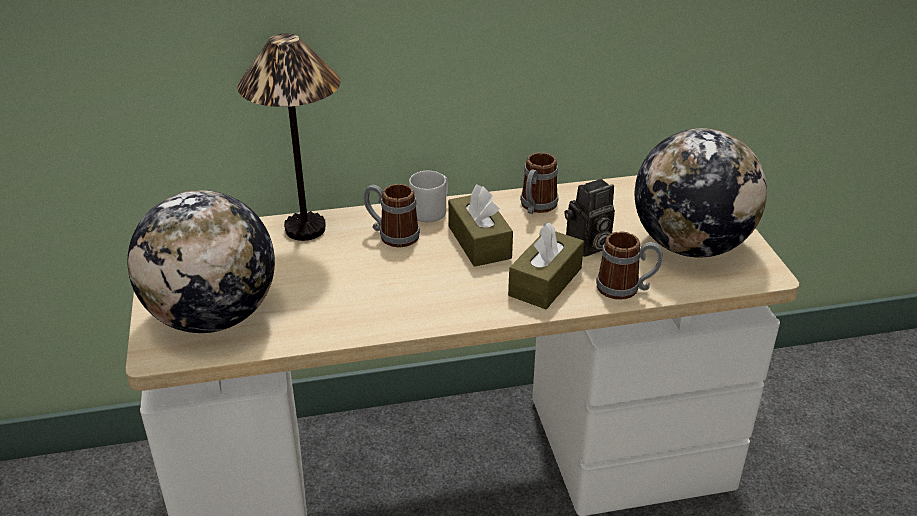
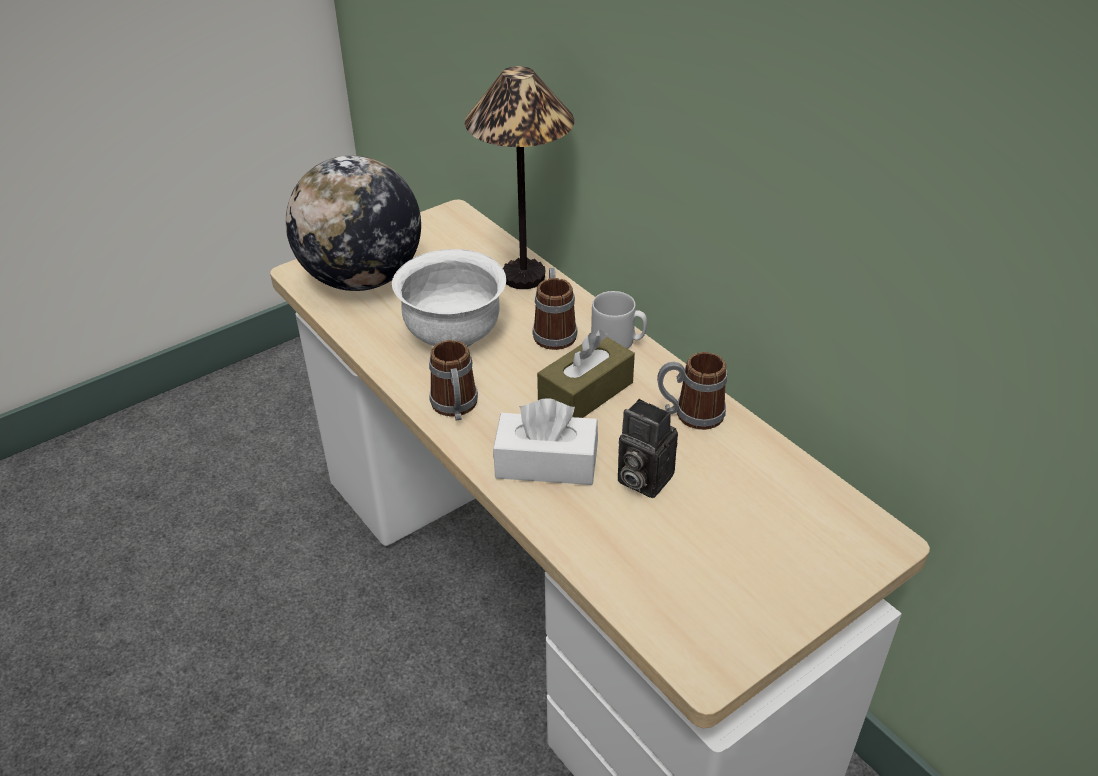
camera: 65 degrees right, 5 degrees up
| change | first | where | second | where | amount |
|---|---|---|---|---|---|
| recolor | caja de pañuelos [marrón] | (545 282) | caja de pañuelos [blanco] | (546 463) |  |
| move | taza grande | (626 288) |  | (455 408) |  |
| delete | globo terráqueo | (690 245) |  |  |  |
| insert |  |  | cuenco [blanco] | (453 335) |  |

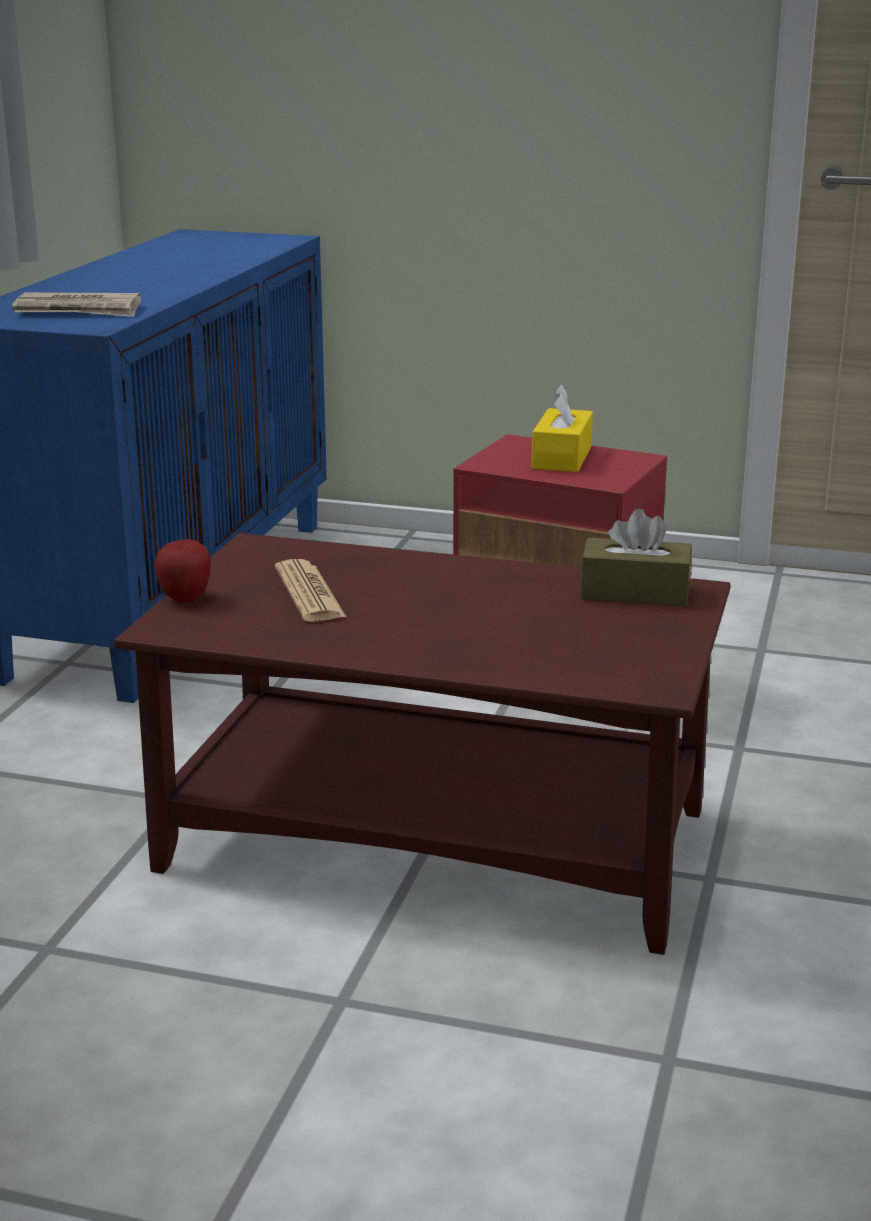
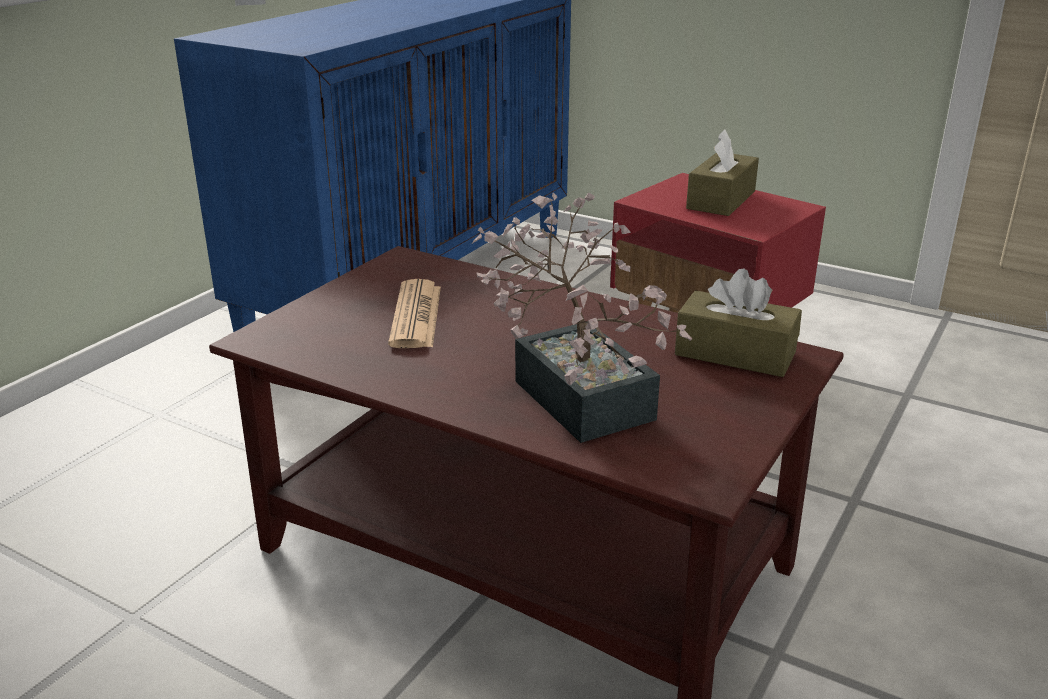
camera: 15 degrees right, 5 degrees up
| change | first | where | second | where | amount |
|---|---|---|---|---|---|
| delete | periódico | (79 311) |  |  |  |
| delete | manzana | (185 599) |  |  |  |
| recolor | caja de pañuelos [amarillo] | (562 457) | caja de pañuelos [marrón] | (721 200) |  |
| insert |  |  | planta en maceta | (575 391) |  |

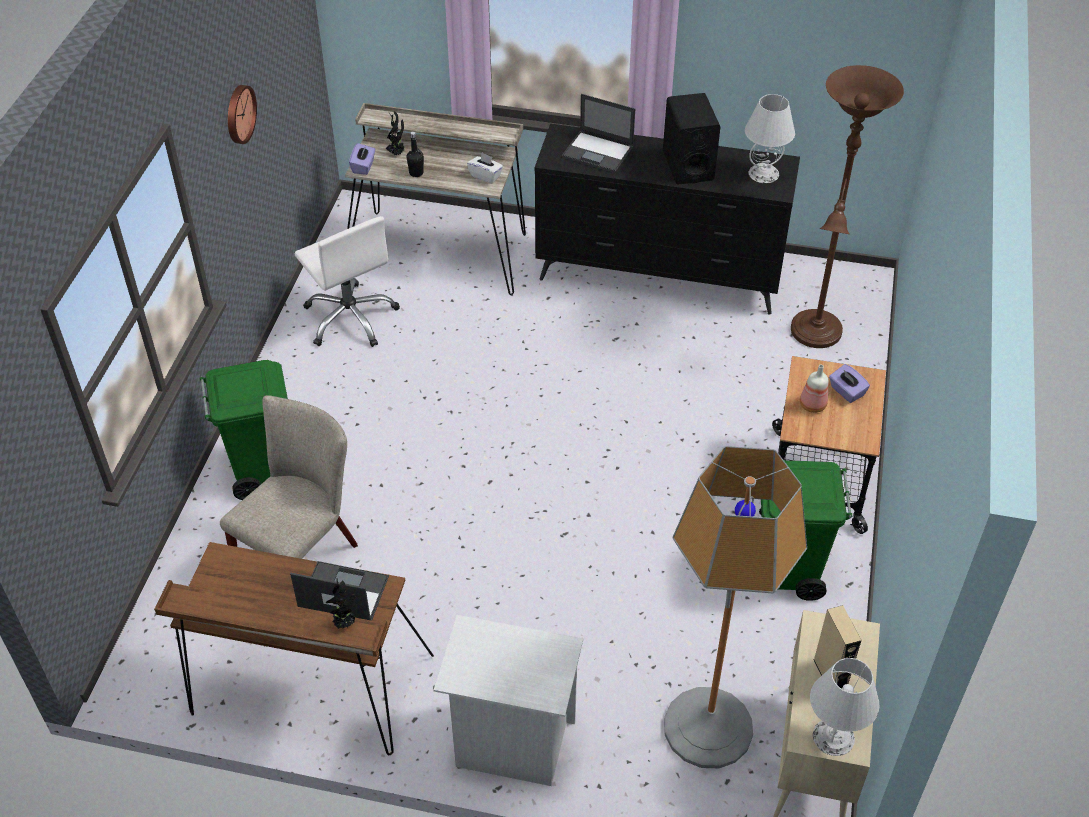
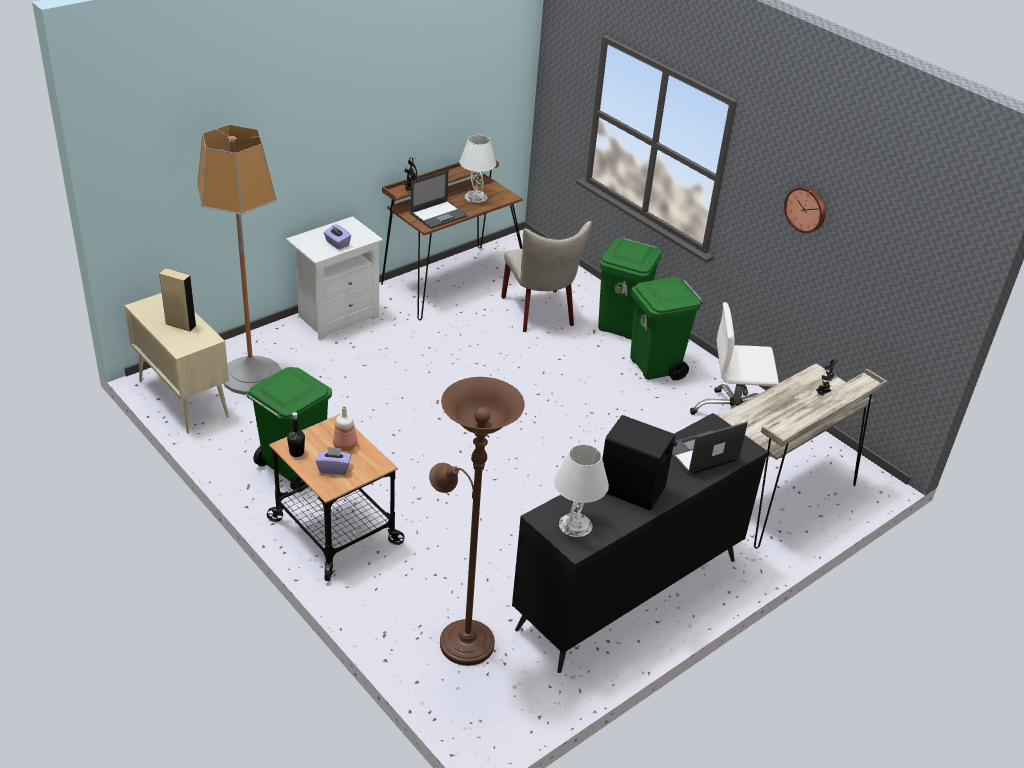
camera: 125 degrees right, 10 degrees down
| change | first | where | second | where | amount |
|---|---|---|---|---|---|
| move | caja de pañuelos [morado] | (363 166) |  | (337 243) |  |
| move | botella [negro] | (416 173) |  | (296 452) |  |
| delete | caja de pañuelos [blanco] | (485 176) |  |  |  |
| move | lámpara de mesa [blanco] | (833 736) |  | (476 197) |  |
| insert |  |  | papelera [verde] | (655 367) |  |

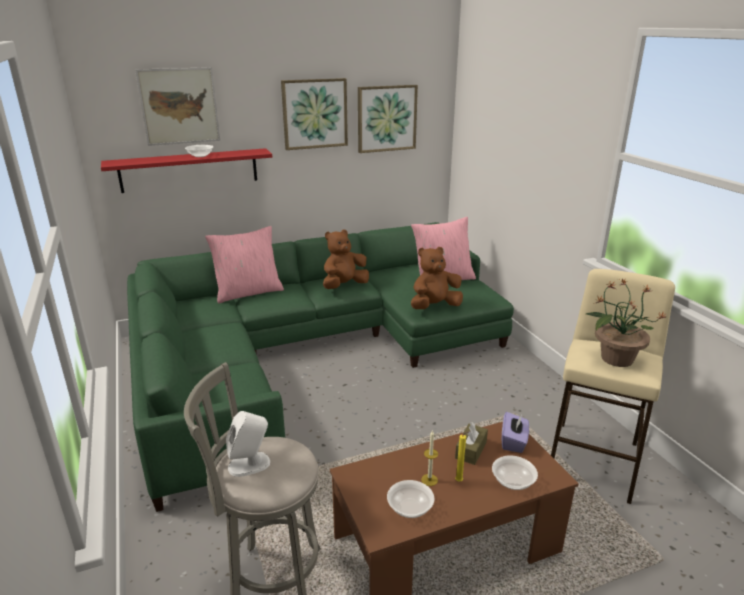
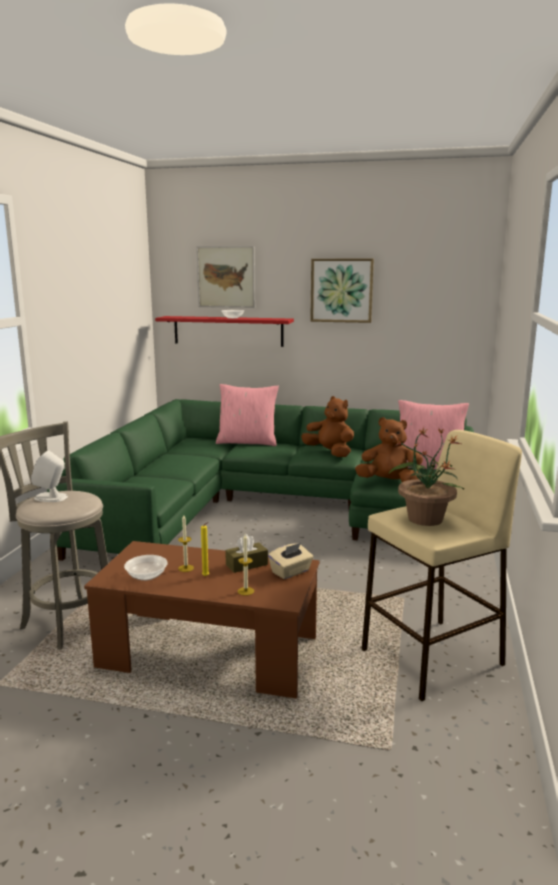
camera: 35 degrees right, 10 degrees down
| change | first | where | second | where | amount |
|---|---|---|---|---|---|
| rotate | peluche [marrón] | (344 285) |  | (330 453) | 45 degrees clockwise |
| delete | cuadro | (386 118) |  |  |  |
| replace | cuenco | (513 481) | vela | (245 591) |  |
| recolor | caja de pañuelos [morado] | (513 442) | caja de pañuelos [beis] | (291 572) |  |

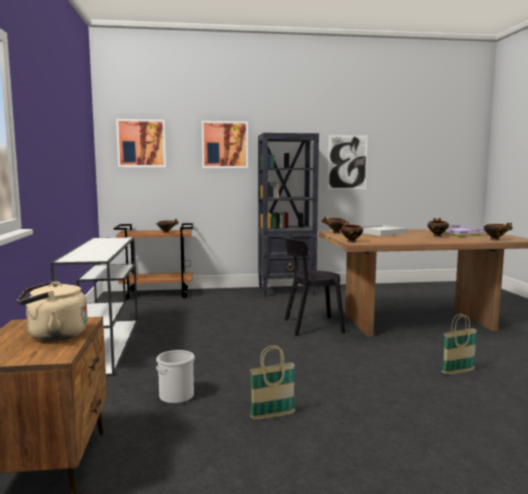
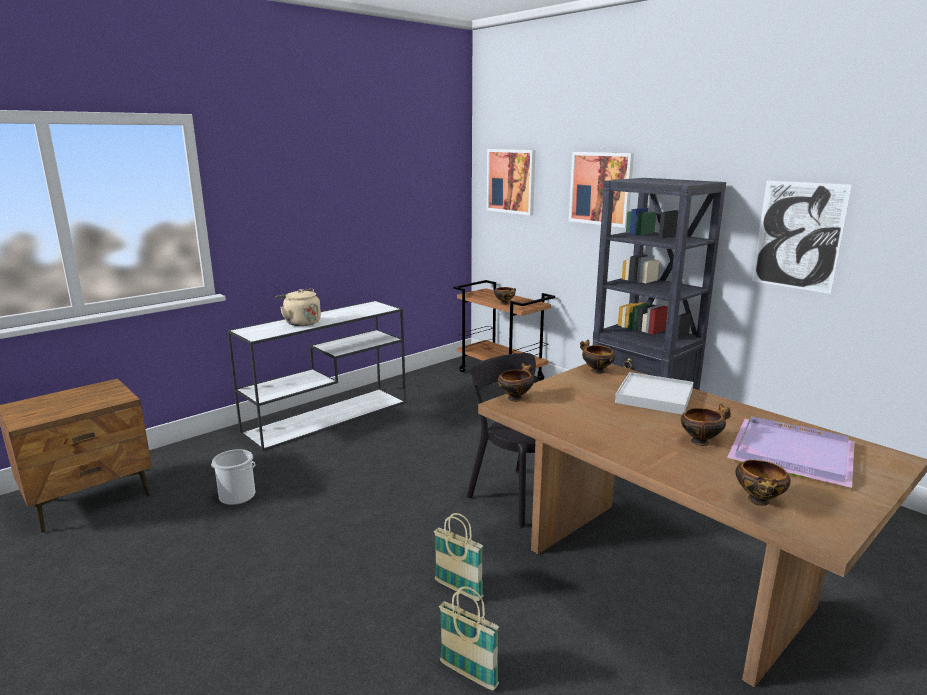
camera: 55 degrees right, 10 degrees up
| change | first | where | second | where | amount |
|---|---|---|---|---|---|
| move | hervidor [beis] | (54 336) |  | (301 322) |  |
| move | cesta | (272 415) |  | (458 589) |  |

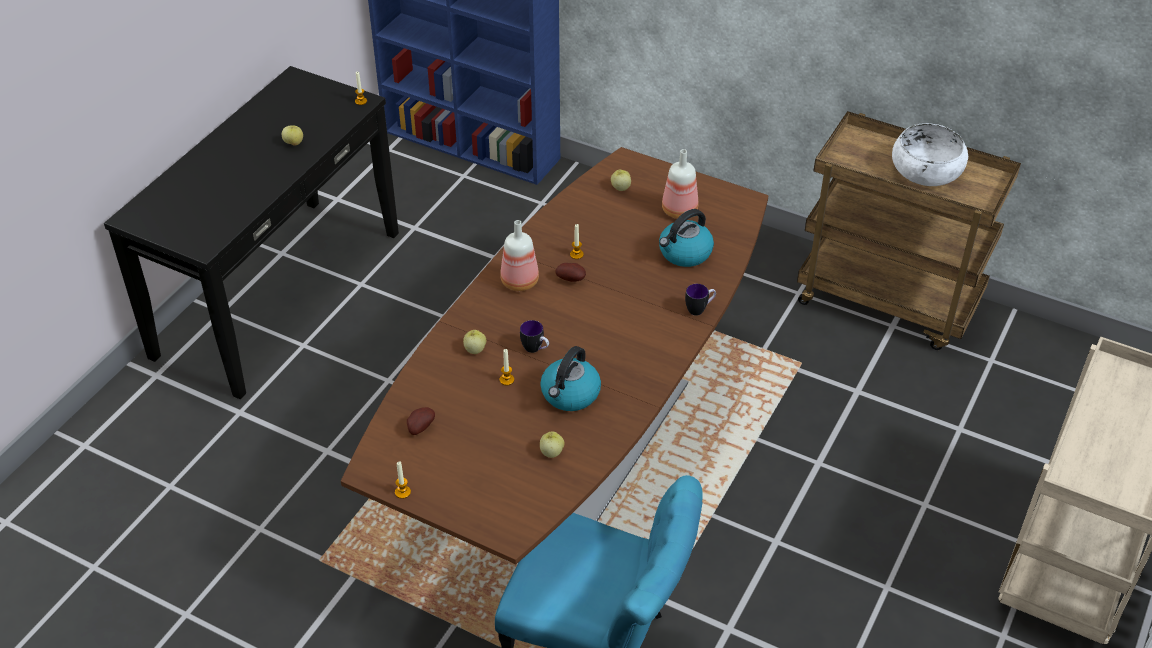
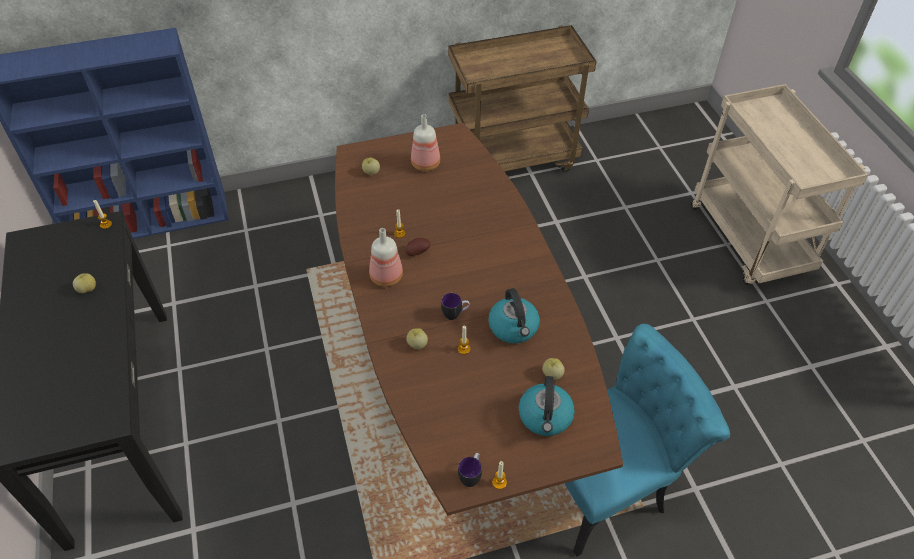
camera: 45 degrees left, 5 degrees up
| change | first | where | second | where | amount |
|---|---|---|---|---|---|
| delete | patata | (419 427) |  |  |  |
| move | hervidor | (684 253) |  | (545 417) |  |
| move | taza grande | (699 309) |  | (471 476) |  |
| delete | cuenco [blanco] | (926 170) |  |  |  |

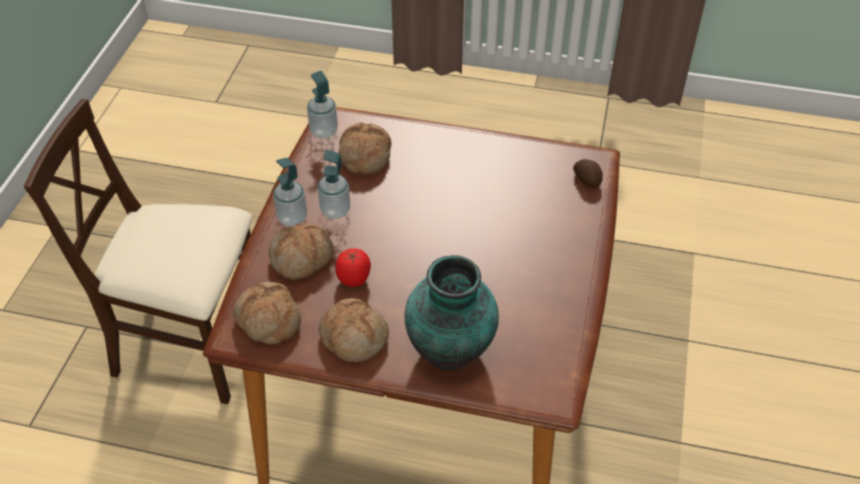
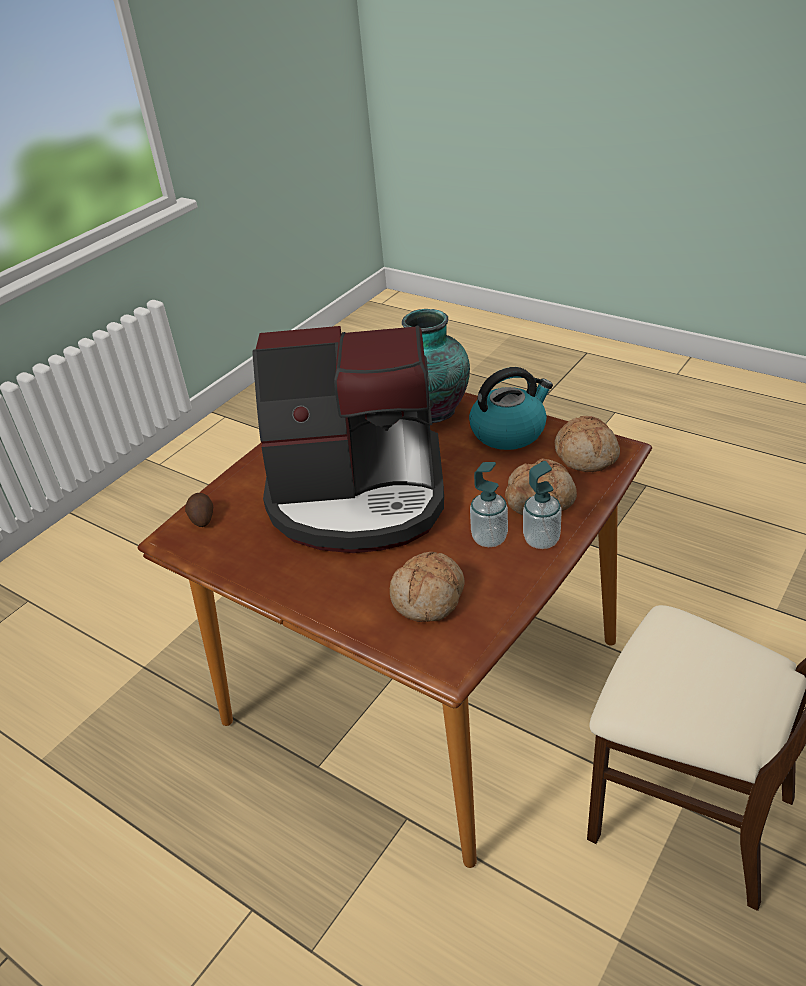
camera: 155 degrees left, 10 degrees down
| change | first | where | second | where | amount |
|---|---|---|---|---|---|
| delete | dispensador de jabón | (324 131) |  |  |  |
| replace | pan | (355 337) | hervidor | (509 432) |  |
| delete | tomate | (354 279) |  |  |  |
| insert |  |  | cafetera | (358 496) |  |

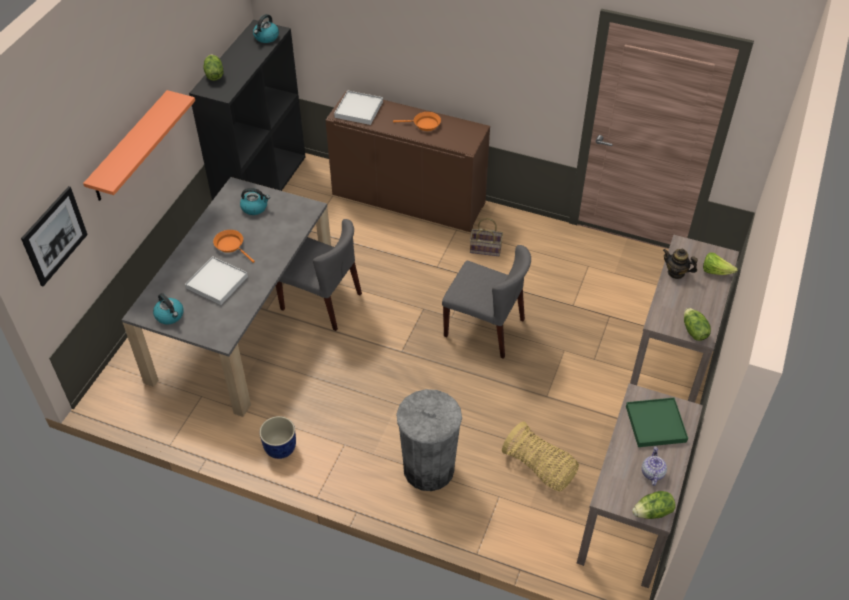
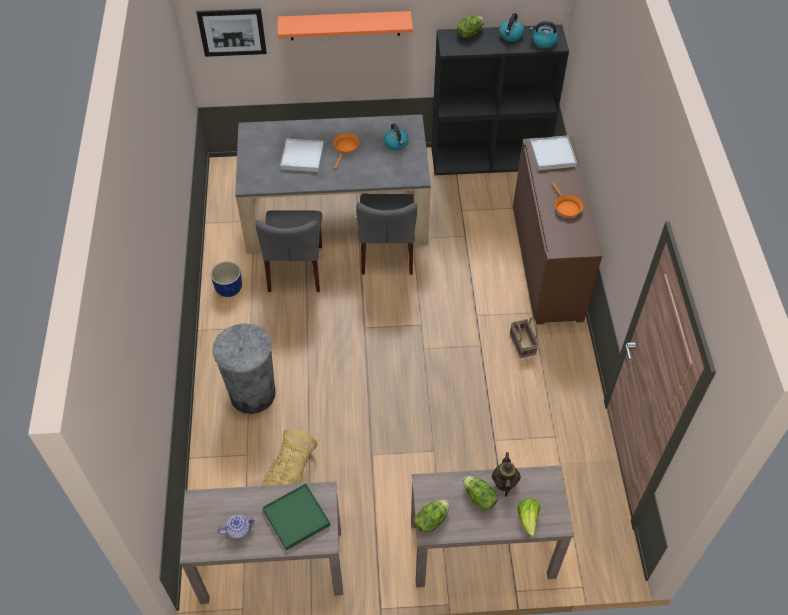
camera: 65 degrees right, 5 degrees up
| change | first | where | second | where | amount |
|---|---|---|---|---|---|
| move | hervidor | (170 315) |  | (510 35) |  |
| move | silla [gris] | (485 328) |  | (296 269) |  |
| move | lechuga | (653 512) |  | (479 498) |  |

